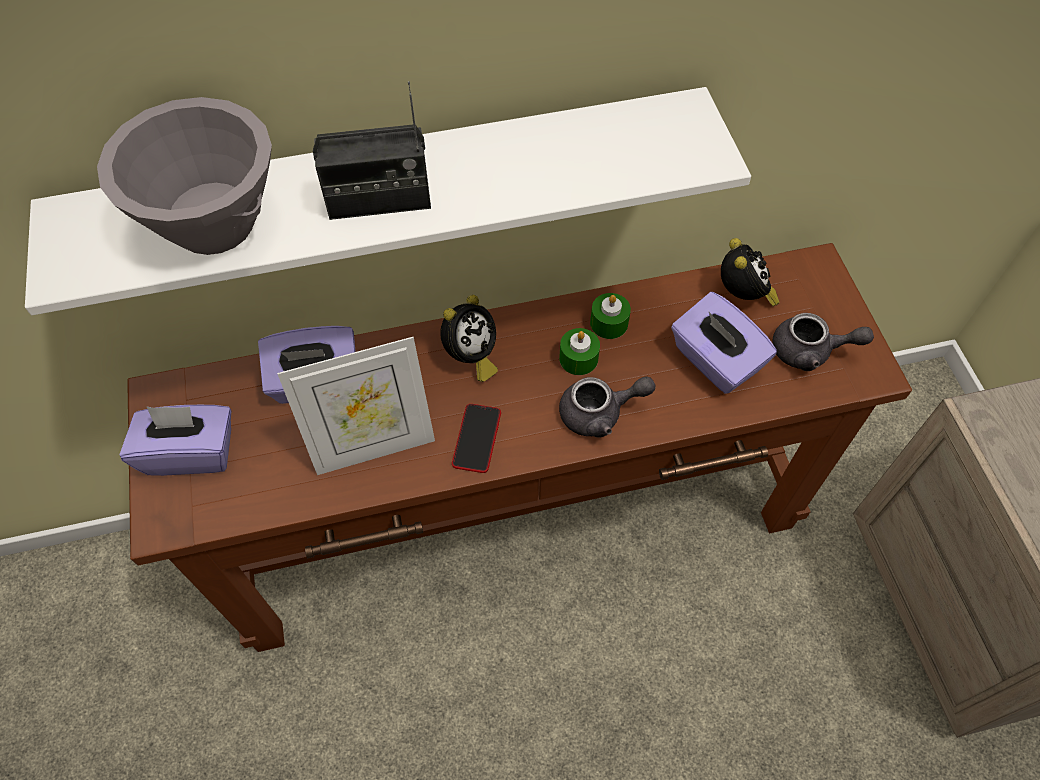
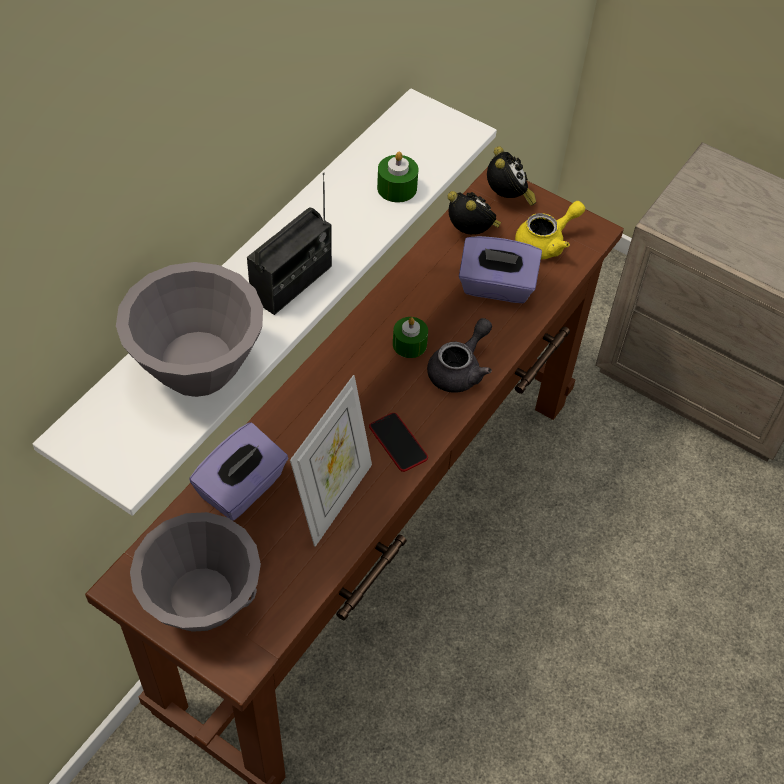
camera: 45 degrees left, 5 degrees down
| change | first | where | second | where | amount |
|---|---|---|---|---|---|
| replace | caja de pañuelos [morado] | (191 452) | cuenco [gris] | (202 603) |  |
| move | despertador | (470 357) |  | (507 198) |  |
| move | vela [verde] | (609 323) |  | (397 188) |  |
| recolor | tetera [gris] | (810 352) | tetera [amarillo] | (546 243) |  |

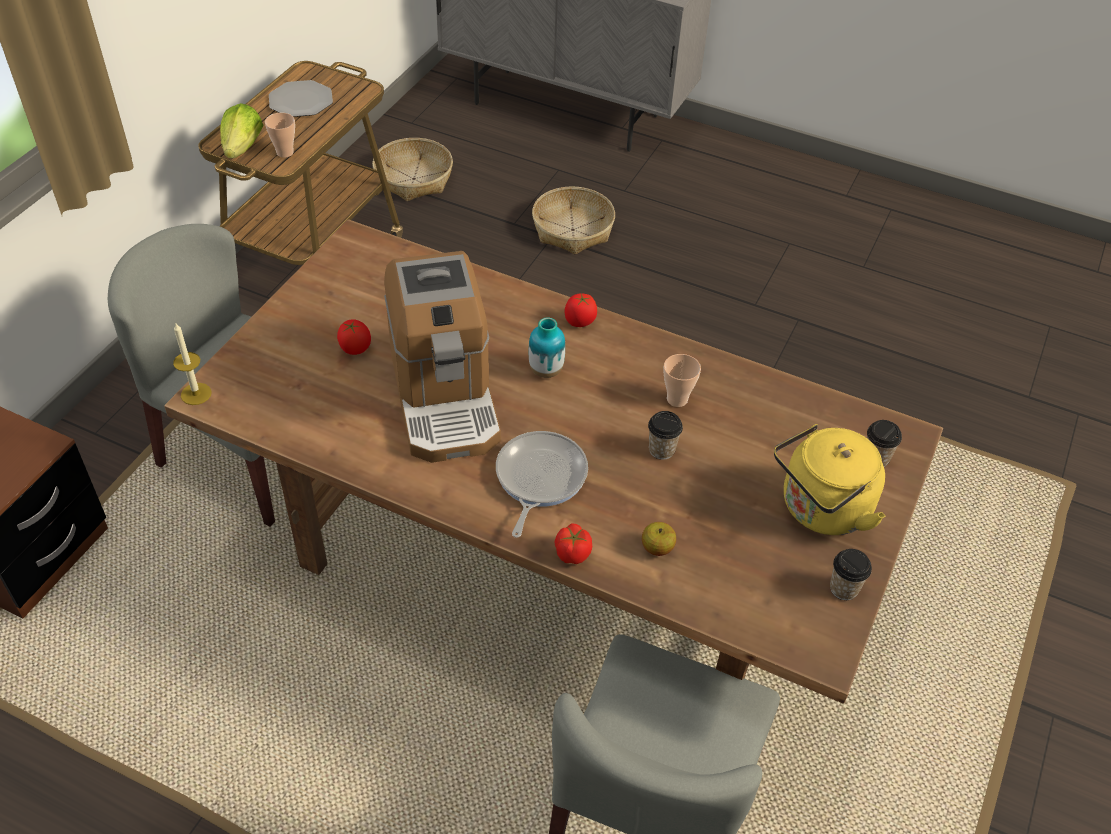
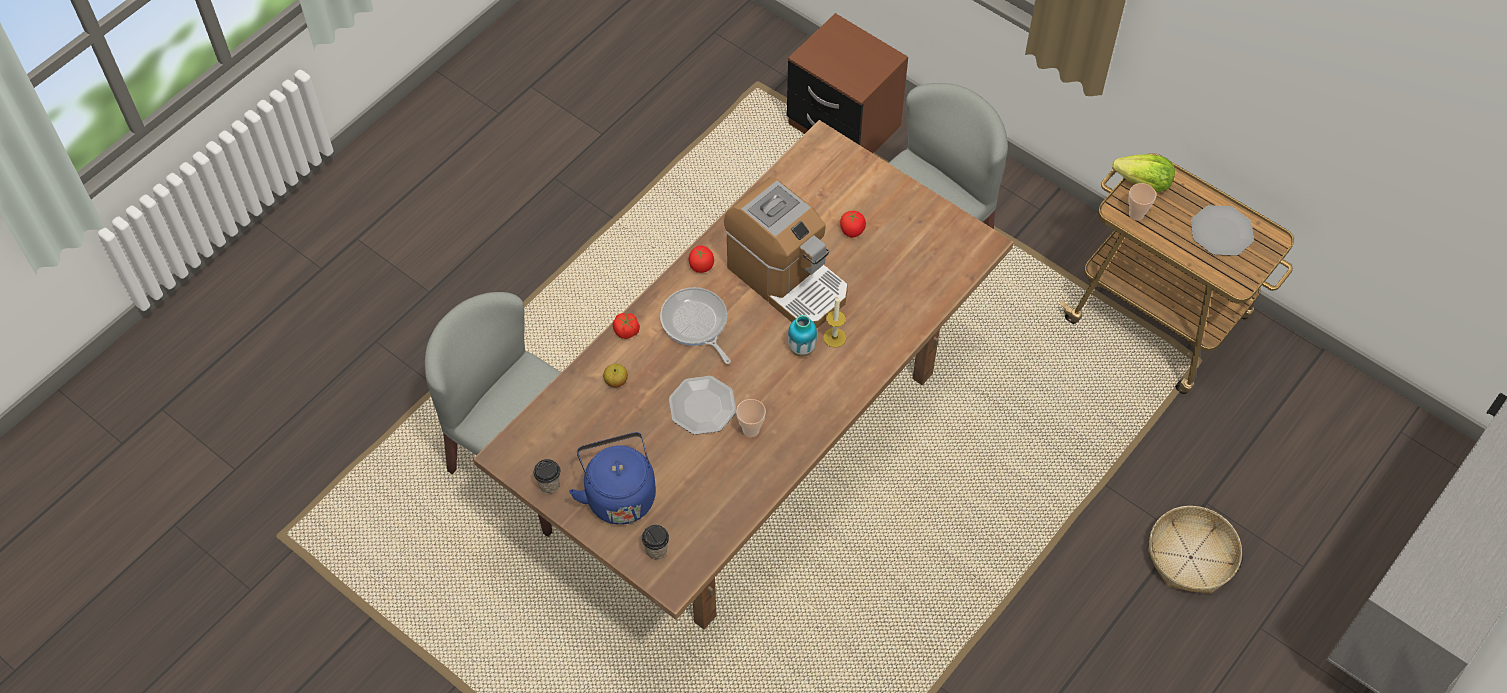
camera: 105 degrees right, 10 degrees up
| change | first | where | second | where | amount |
|---|---|---|---|---|---|
| move | vela | (196 394) |  | (834 337) |  |
| delete | cesta | (414 179) |  |  |  |
| rotate | cafetera | (444 398) |  | (787 280) | 135 degrees counterclockwise |
| rotate | sartén | (539 478) |  | (695 324) | 150 degrees counterclockwise |
| move | tomate | (579 322) |  | (701 266) |  |
| replace | taza | (661 450) | plato | (702 406) |  |
| recolor | hervidor [amarillo] | (821 510) | hervidor [azul] | (619 494) |  |

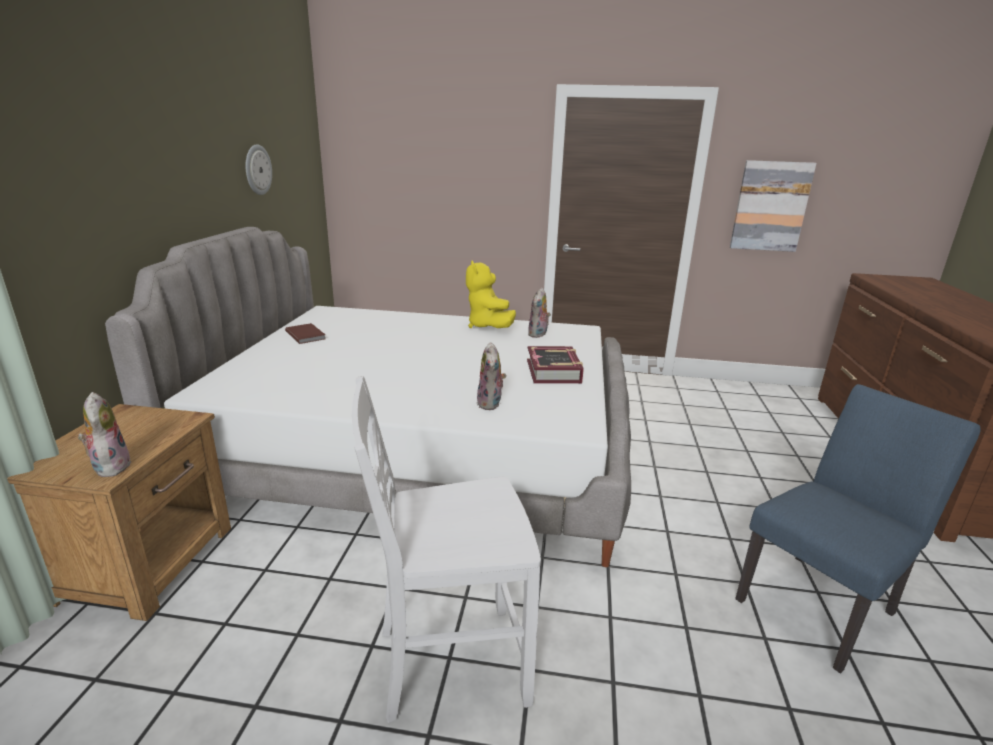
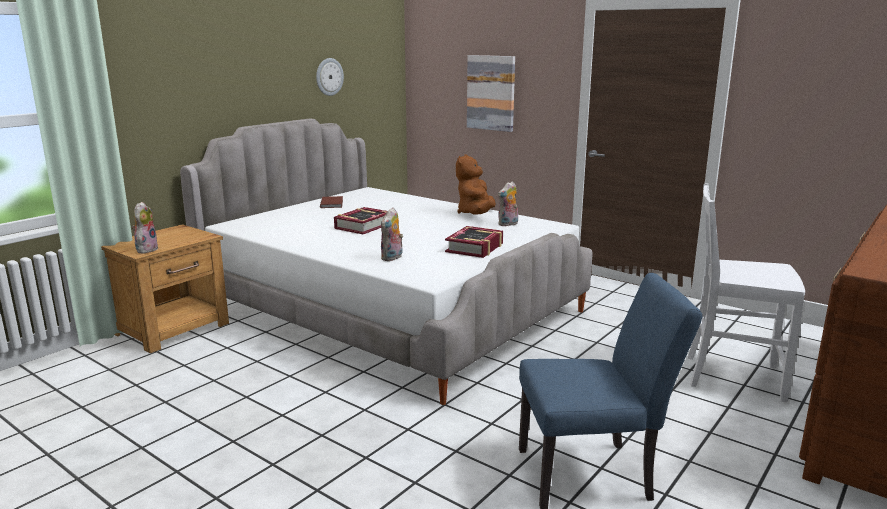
camera: 30 degrees right, 5 degrees down
| change | first | where | second | where | amount |
|---|---|---|---|---|---|
| move | silla [blanco] | (448 663) |  | (731 376) |  |
| recolor | peluche [amarillo] | (488 326) | peluche [marrón] | (475 214) |  |
| move | cuadro | (770 206) |  | (491 93) |  |
| insert |  |  | libro | (363 226) |  |

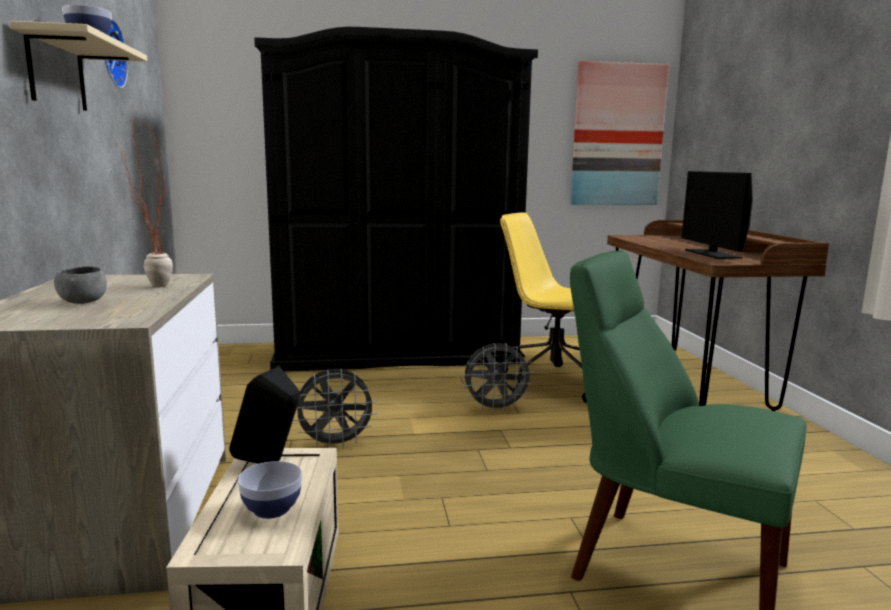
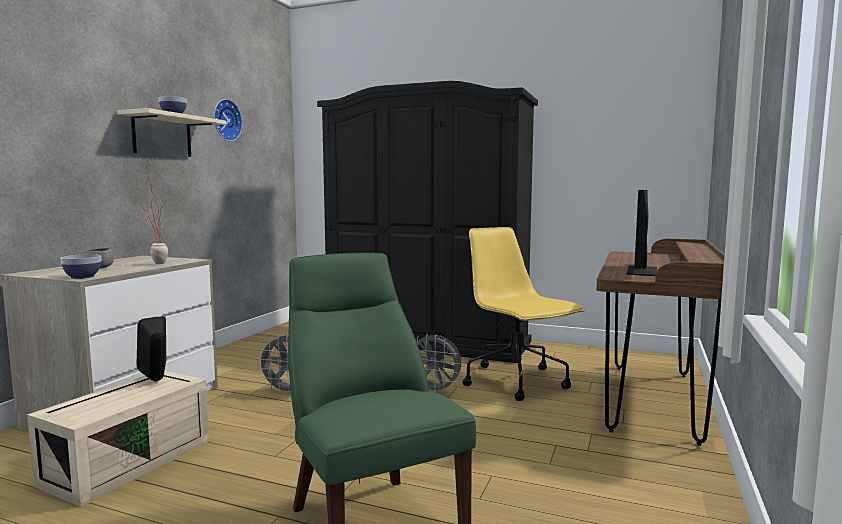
camera: 30 degrees right, 5 degrees down
| change | first | where | second | where | amount |
|---|---|---|---|---|---|
| move | cuenco | (272 509) |  | (82 277) |  |
| delete | cuadro | (617 135) |  |  |  |

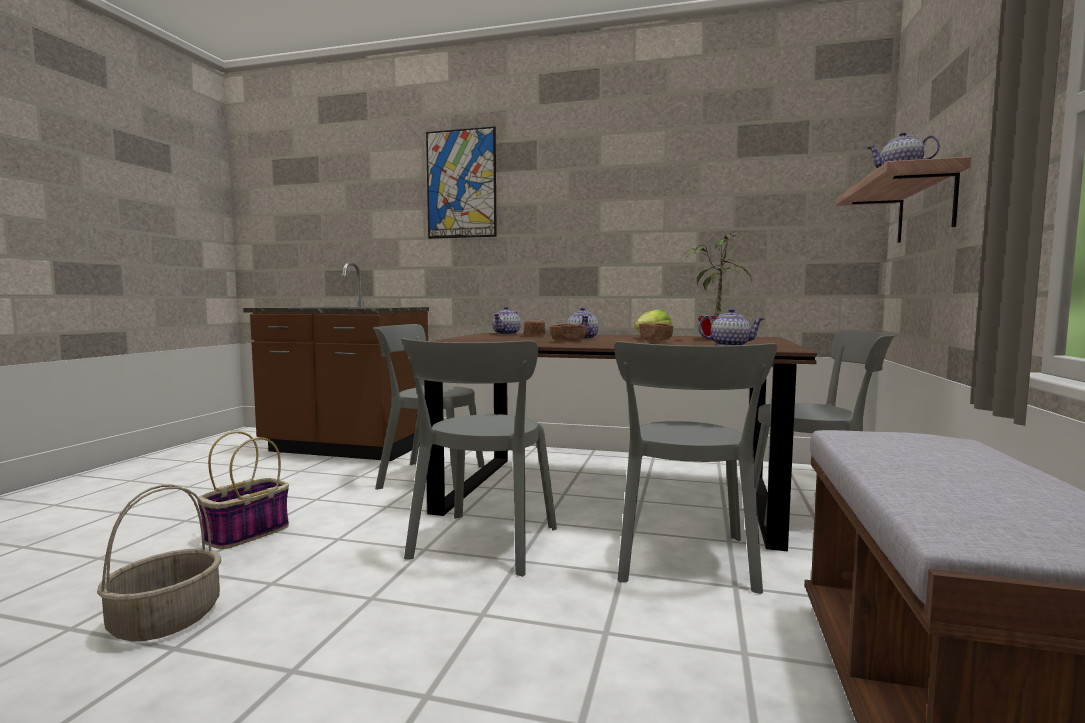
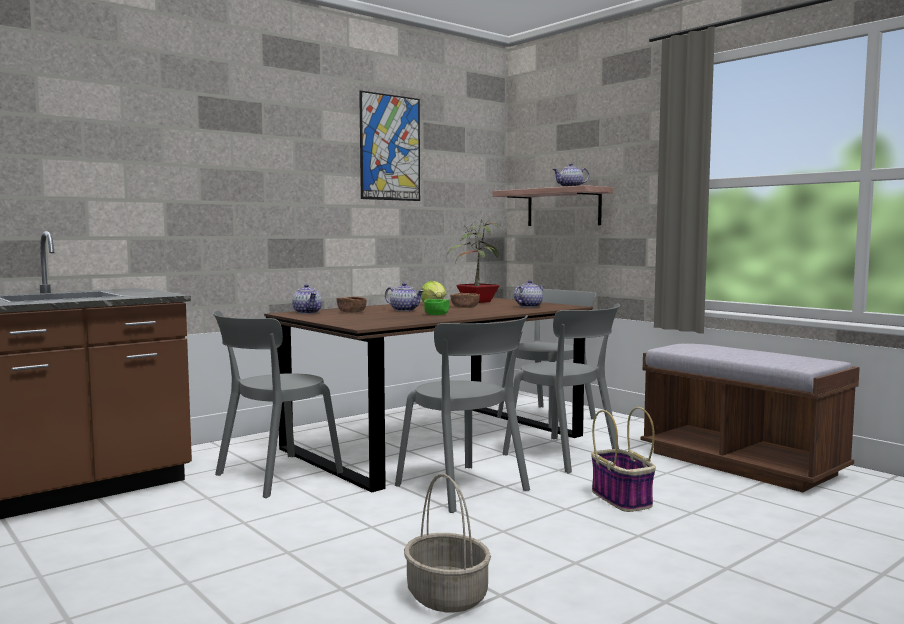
camera: 55 degrees left, 0 degrees up
| change | first | where | second | where | amount |
|---|---|---|---|---|---|
| move | cesta | (246 534) |  | (622 499) |  |
| move | cuadro | (461 184) |  | (390 148) |  |
| recolor | cuenco [marrón] | (568 342) | cuenco [verde] | (436 314) |  |

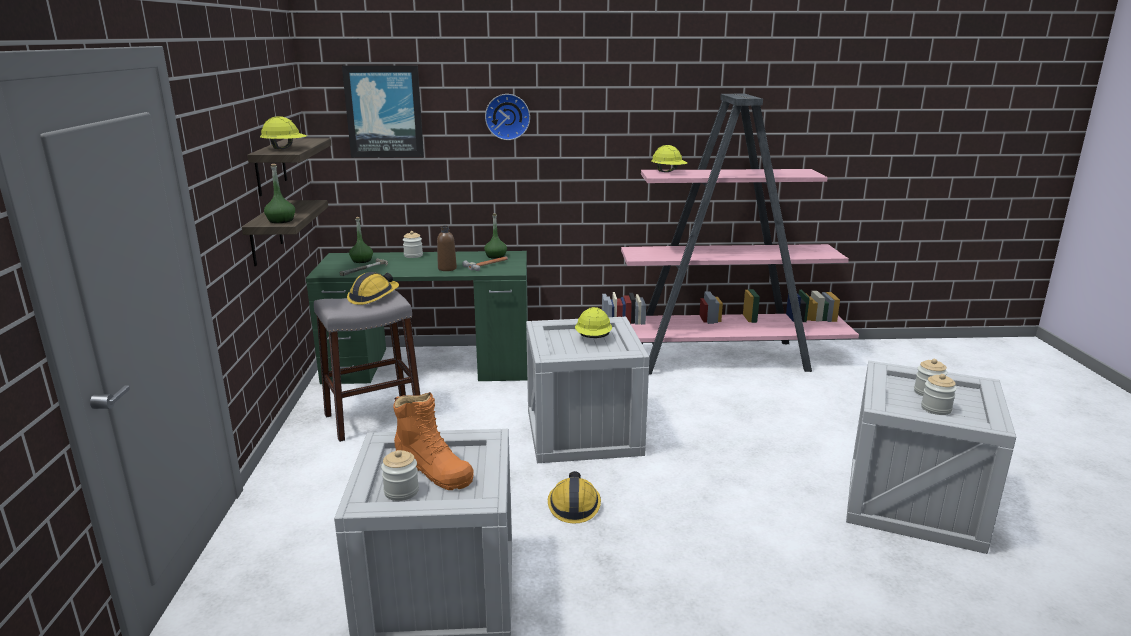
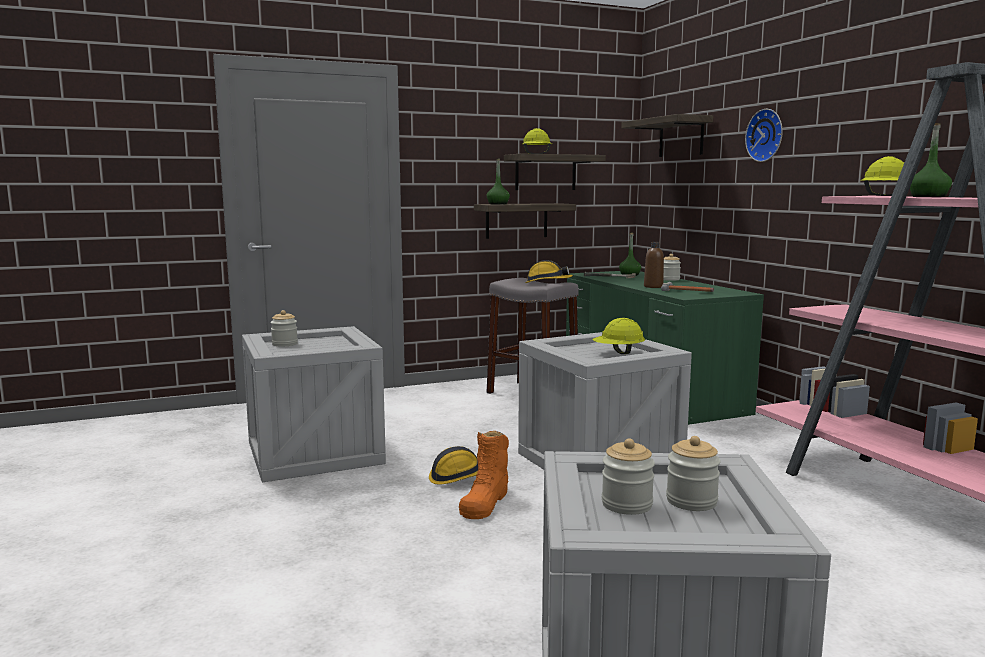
camera: 70 degrees right, 10 degrees down
| change | first | where | second | where | amount |
|---|---|---|---|---|---|
| replace | cuadro | (384 112) | estante | (681 137) |  |
| move | bota [naranja] | (434 470) |  | (485 502) |  |
| move | botella [verde] | (496 256) |  | (928 197) |  |

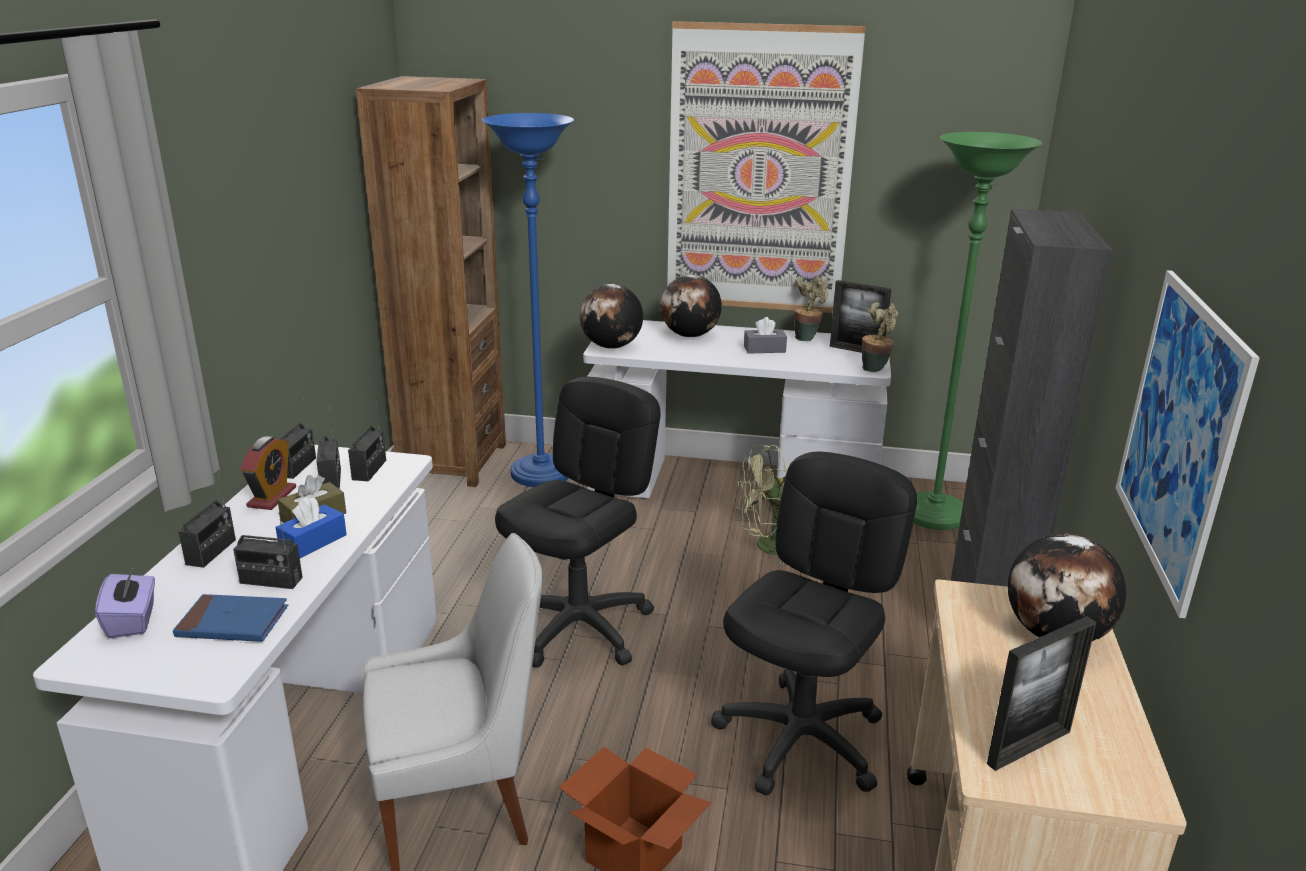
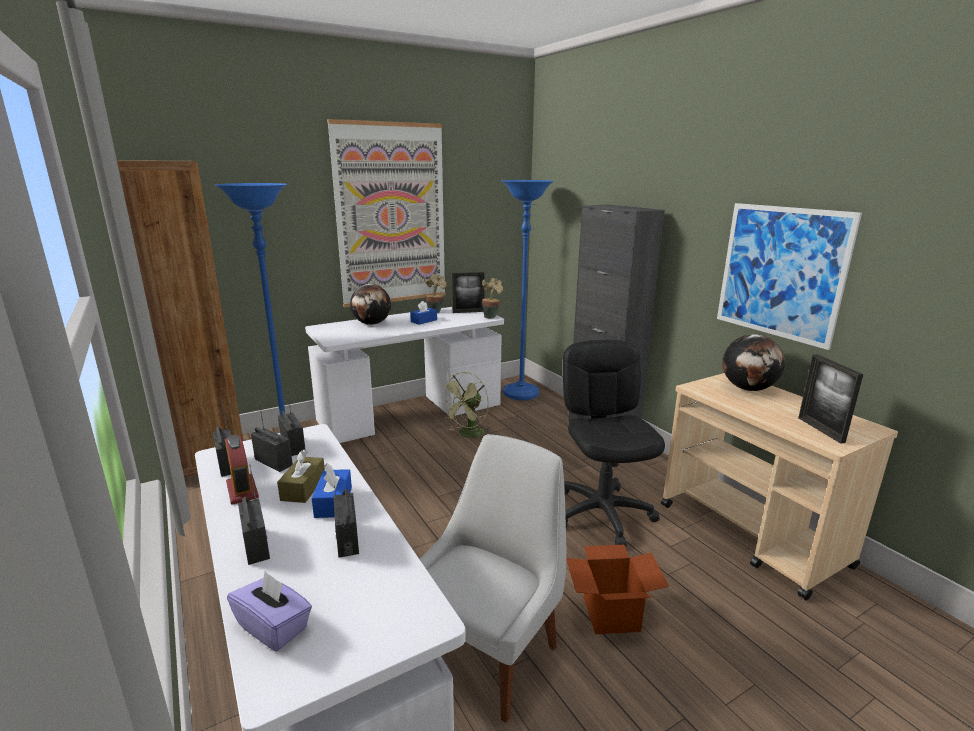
camera: 40 degrees left, 5 degrees down
| change | first | where | second | where | amount |
|---|---|---|---|---|---|
| delete | libro [azul] | (232 623) |  |  |  |
| rotate | radio | (271 580) |  | (347 539) | 105 degrees clockwise |
| delete | silla de oficina [negro] | (580 627) |  |  |  |
| delete | globo terráqueo | (611 346) |  |  |  |
| recolor | caja de pañuelos [gris] | (764 349) | caja de pañuelos [azul] | (424 321) |  |
| recolor | lámpara de pie [verde] | (934 515) | lámpara de pie [azul] | (521 394) |  |
| rotate | portarretratos | (1029 747) |  | (820 430) | 150 degrees clockwise |

